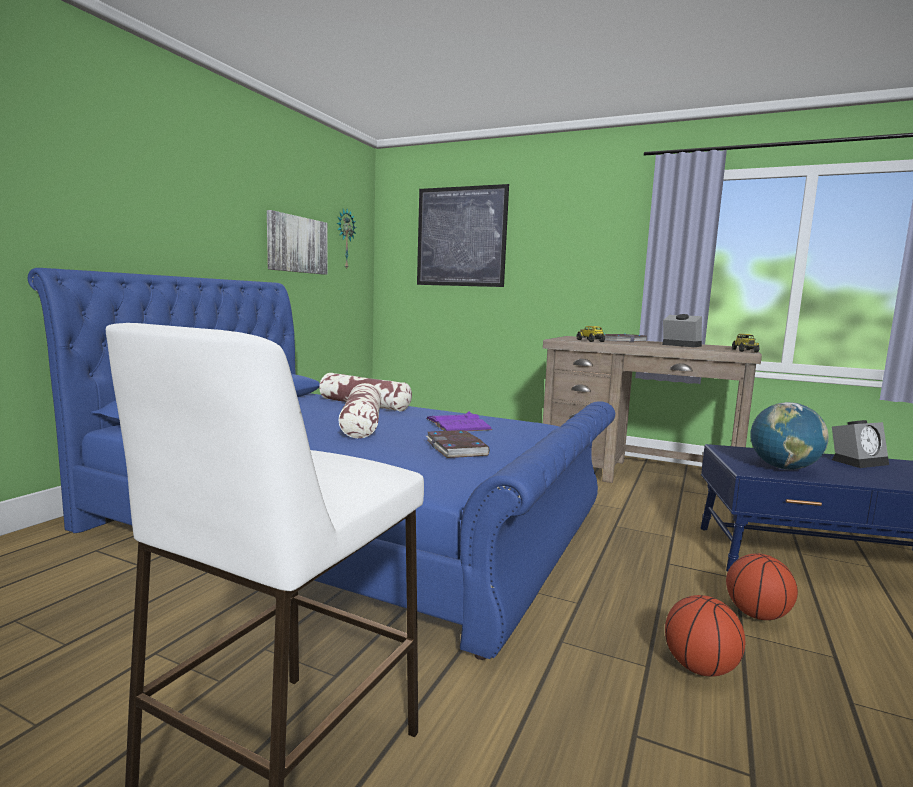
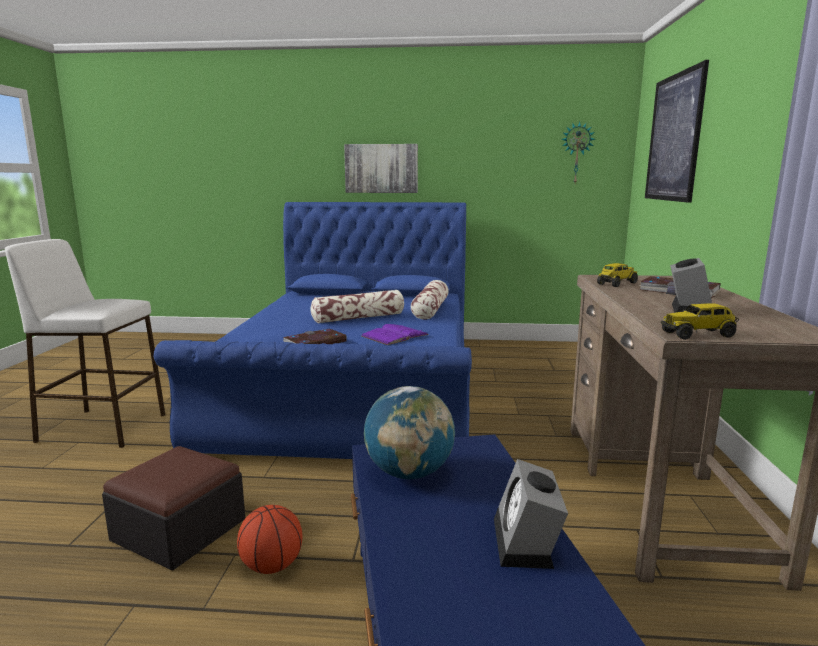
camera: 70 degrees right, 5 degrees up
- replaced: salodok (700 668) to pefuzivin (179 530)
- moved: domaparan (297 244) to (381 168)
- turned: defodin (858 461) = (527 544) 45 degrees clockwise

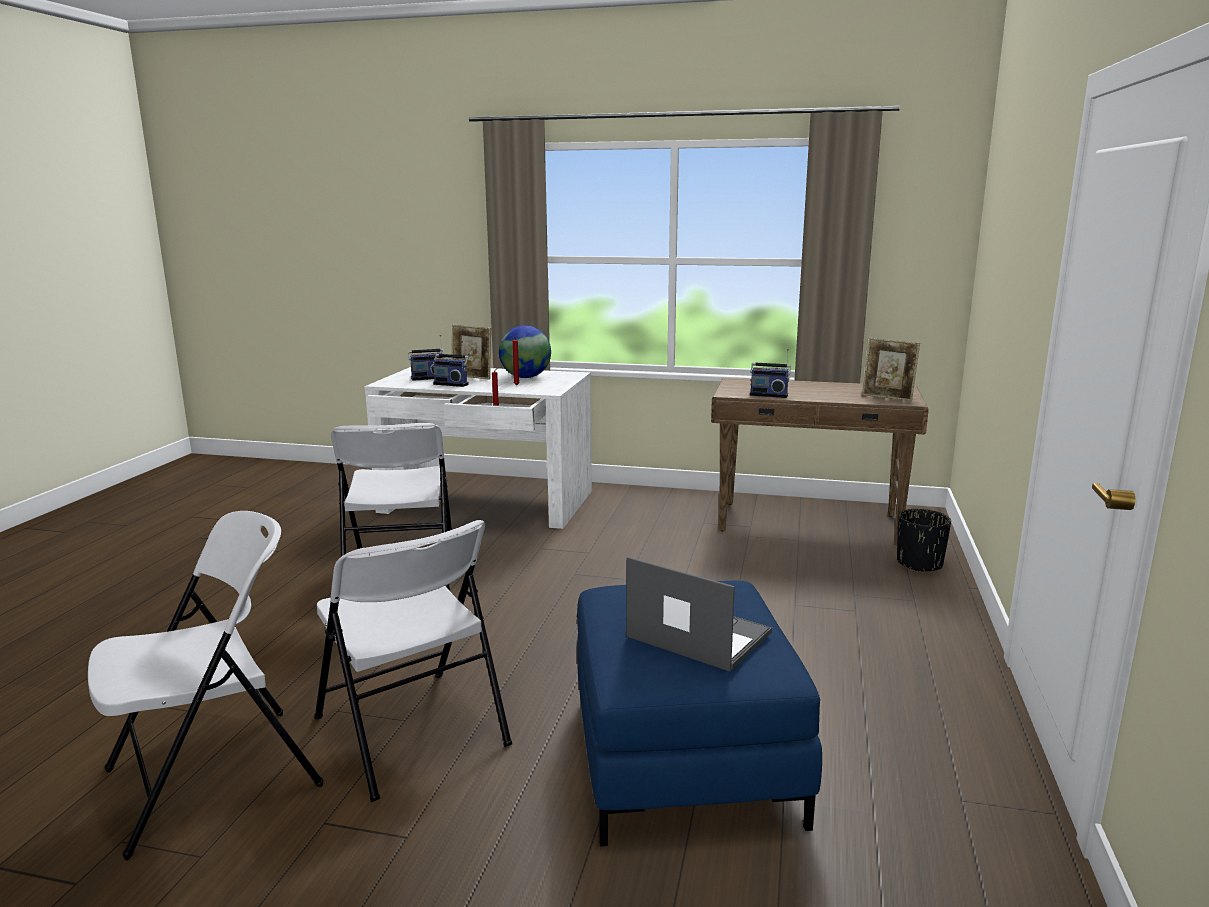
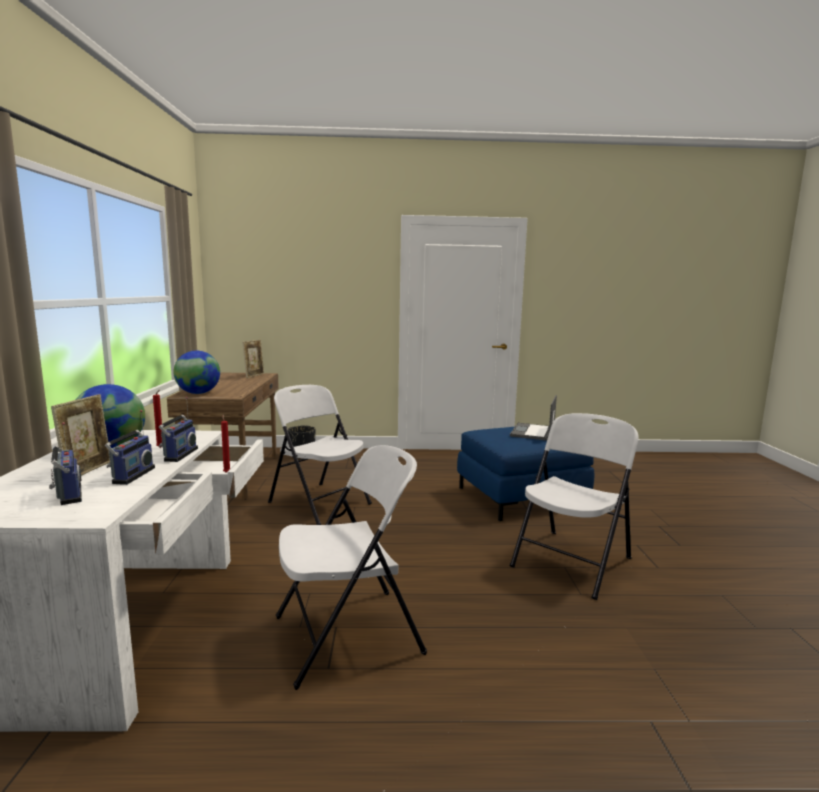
camera: 105 degrees left, 5 degrees down
- moved: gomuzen (769 395) to (179 454)
- added: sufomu (198 393)
- moved: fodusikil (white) (213 777) to (320 503)

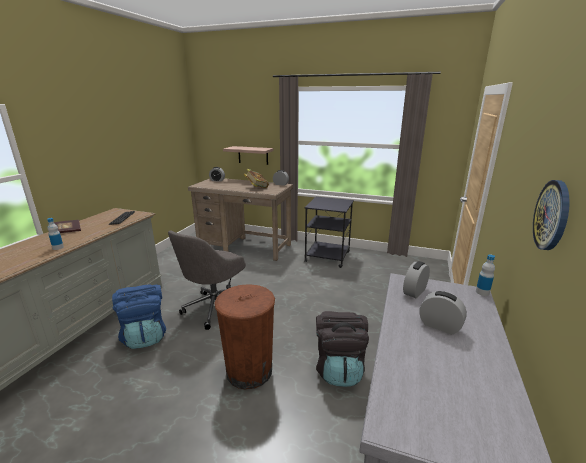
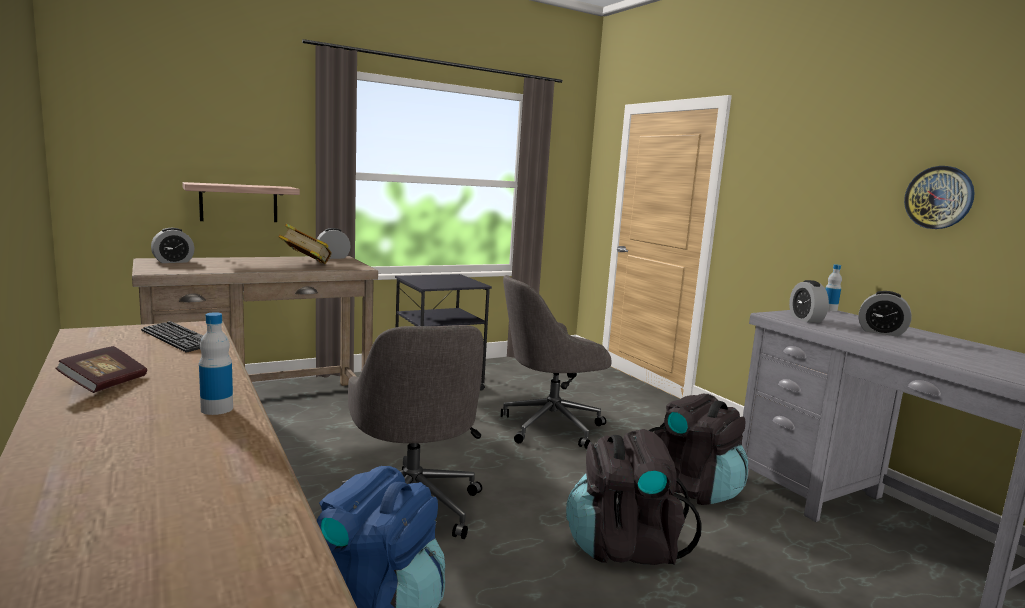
camera: 50 degrees left, 10 degrees down
- added: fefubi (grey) (550 427)
- replaced: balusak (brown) (249 371) to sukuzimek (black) (624 546)
- turned: defodin (439 326) = (881 332) 135 degrees counterclockwise

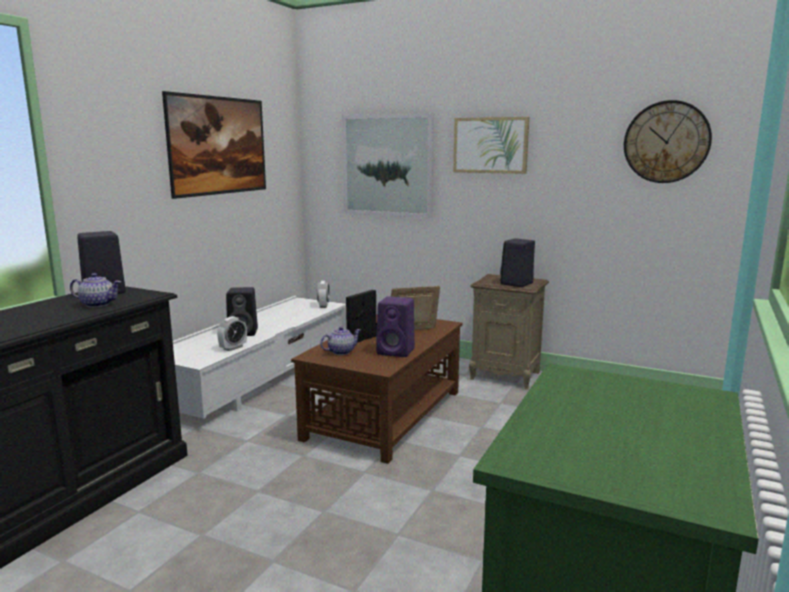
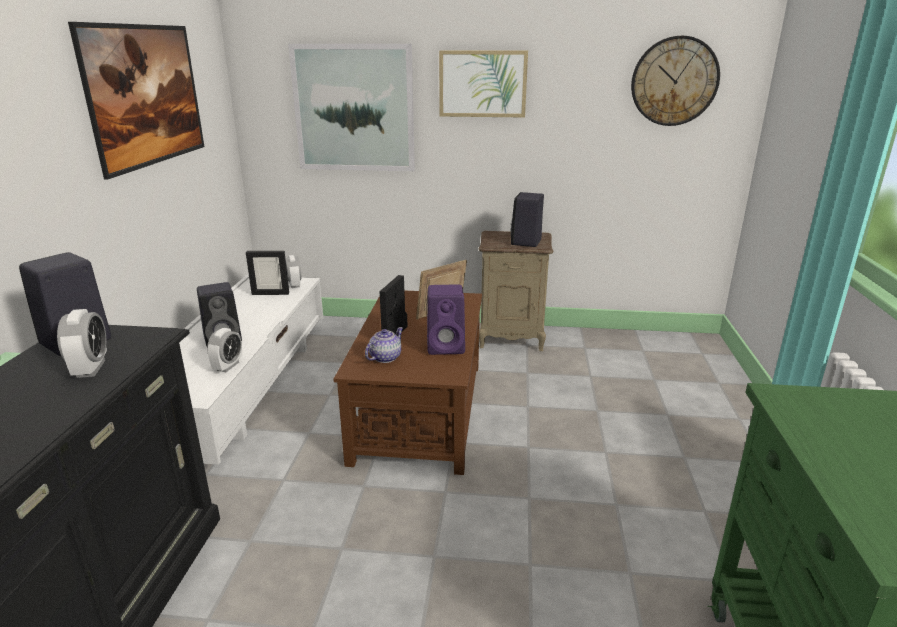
camera: 20 degrees left, 10 degrees up
- replaced: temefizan (97 304) to defodin (91 369)
- added: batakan (270 293)

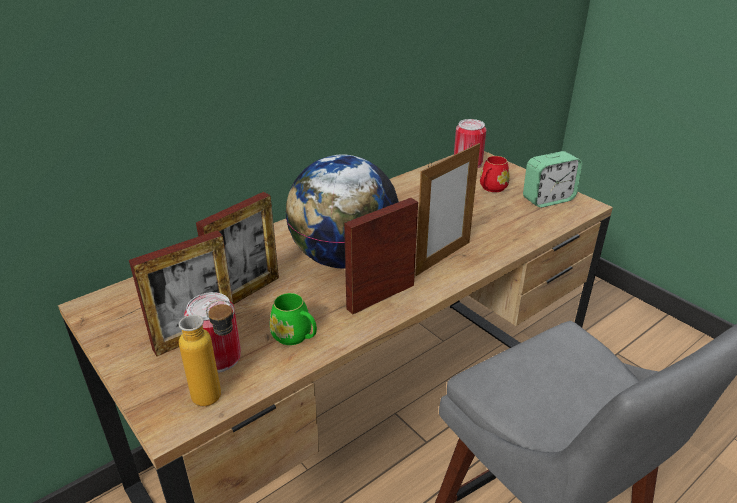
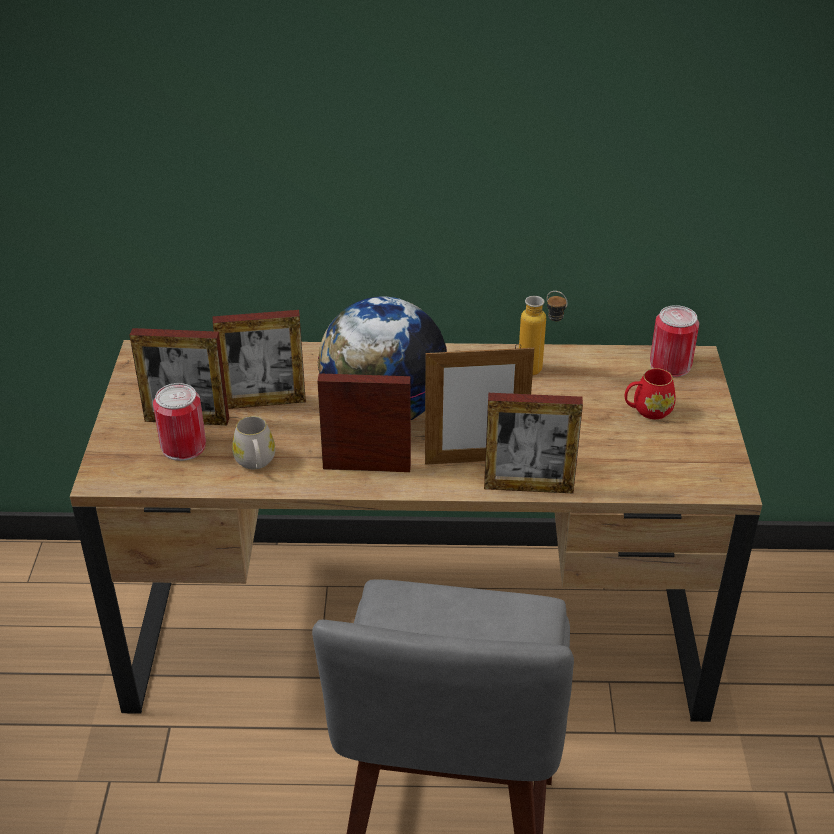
camera: 40 degrees right, 5 degrees up
- recoloured: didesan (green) (295 337) to didesan (white) (256 462)
- added: batakan (528 487)
- moved: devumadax (219 395) to (539 372)
- removed: defodin (548 199)

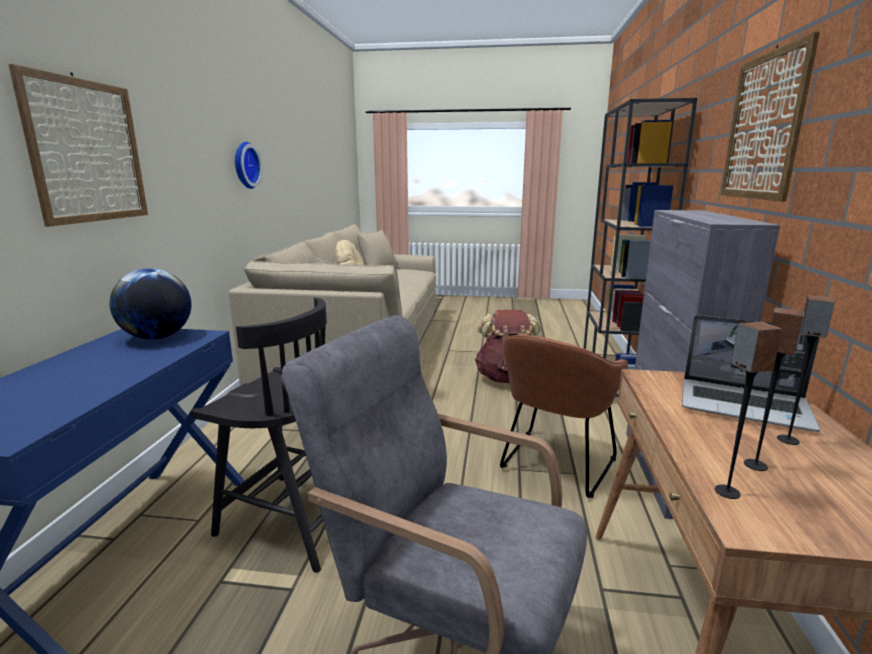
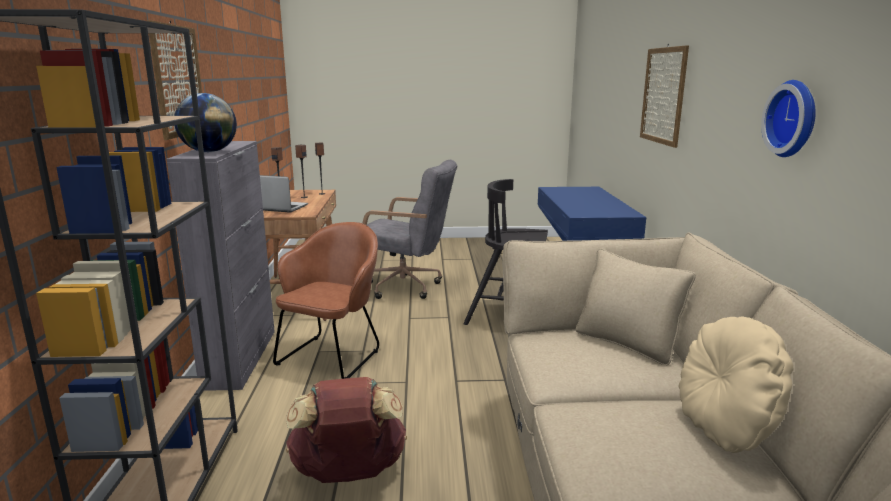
camera: 170 degrees right, 0 degrees up
- moved: sufomu (157 337) to (209 152)

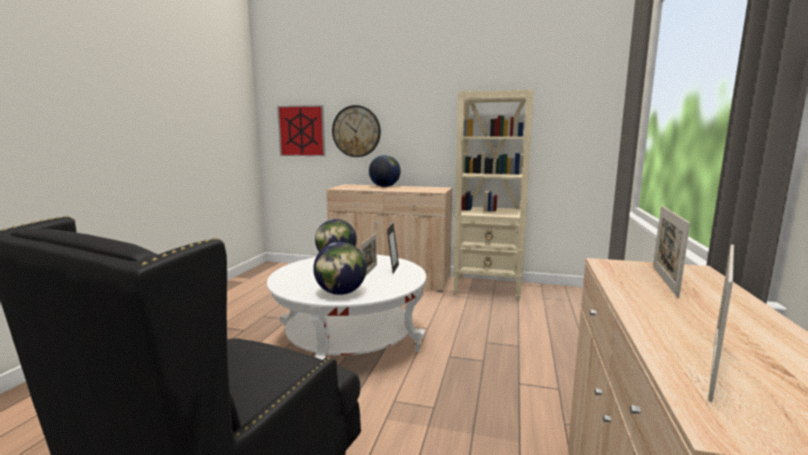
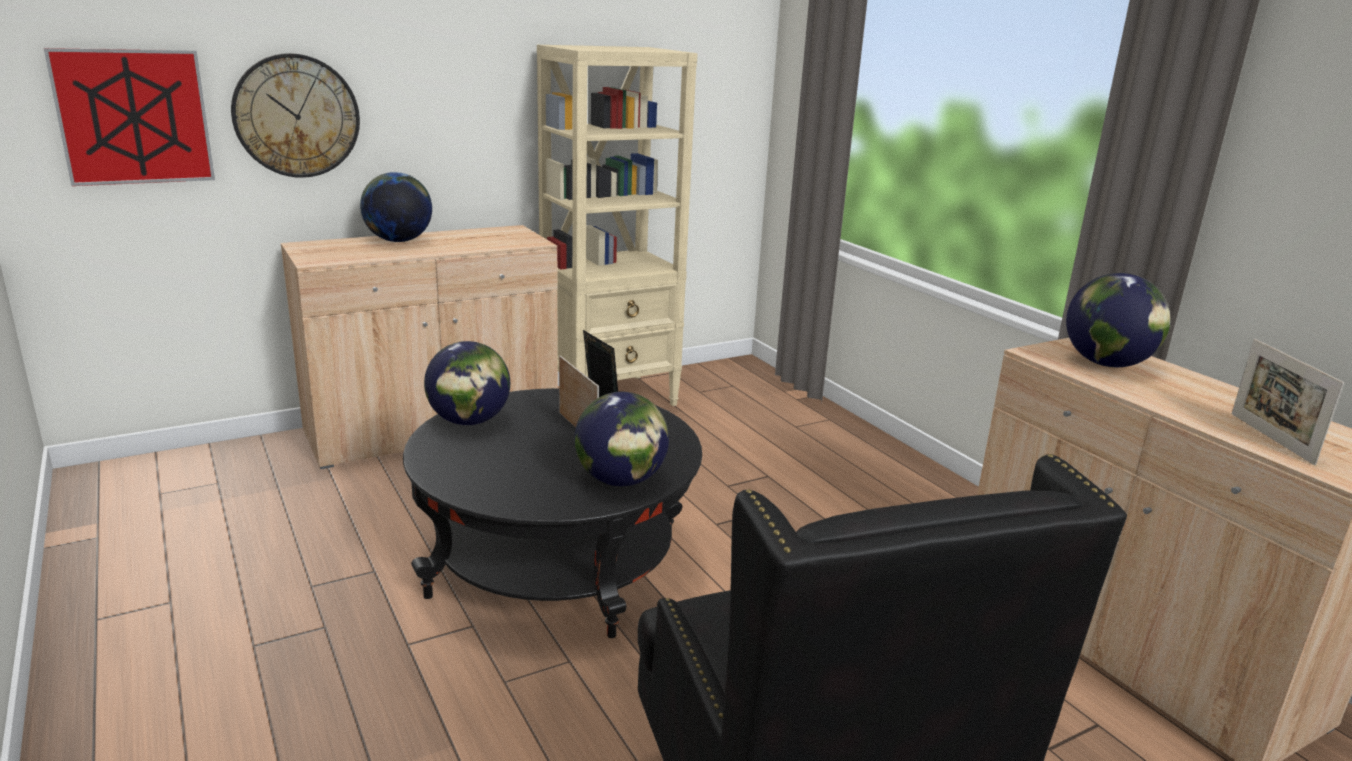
camera: 45 degrees left, 10 degrees up
- recoloured: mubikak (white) (350 342) to mubikak (black) (555 563)
- replaced: batakan (664 281) to sufomu (1107 364)

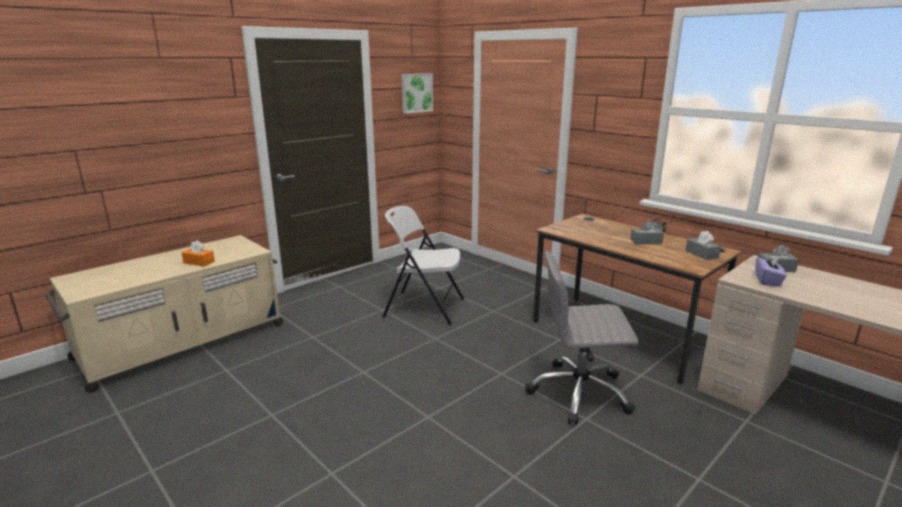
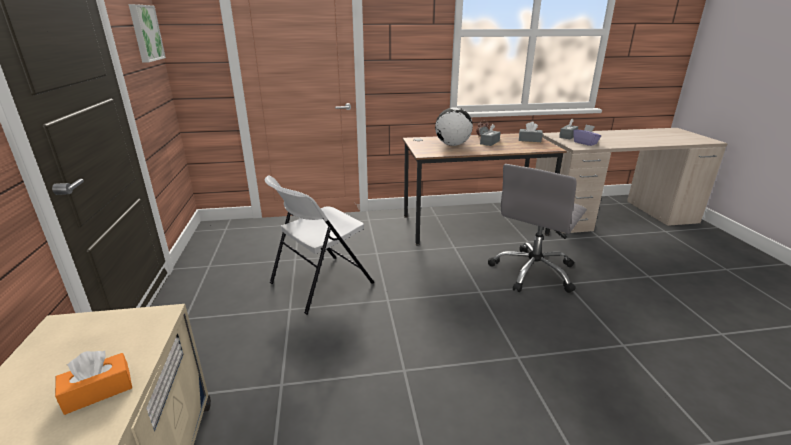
camera: 55 degrees left, 5 degrees up
- added: sufomu (452 145)

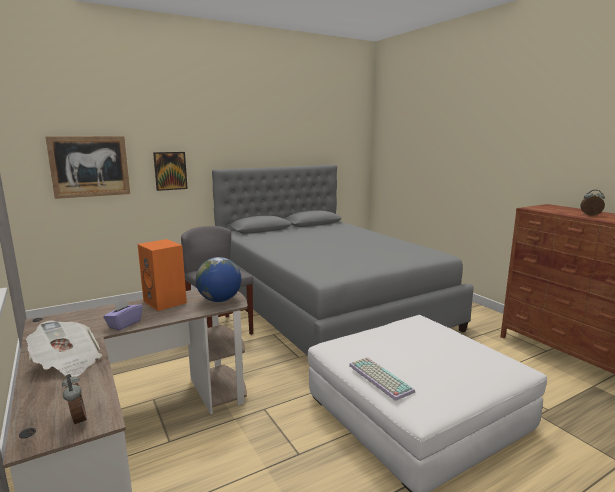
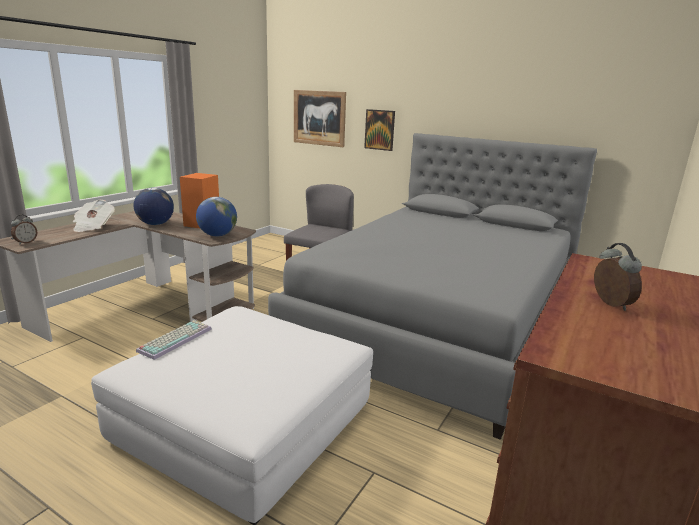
camera: 60 degrees right, 5 degrees up
- replaced: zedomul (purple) (124 324) to sufomu (155 224)

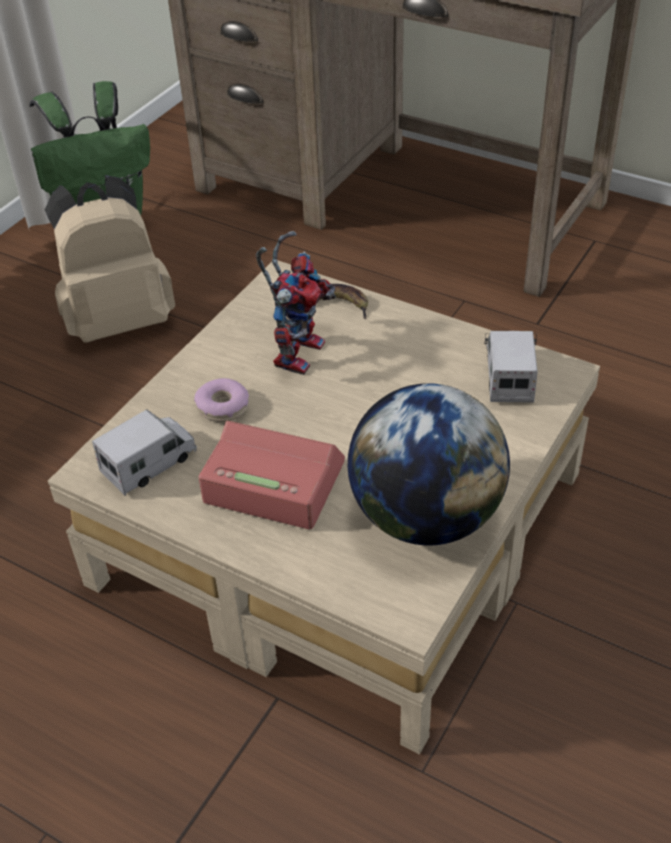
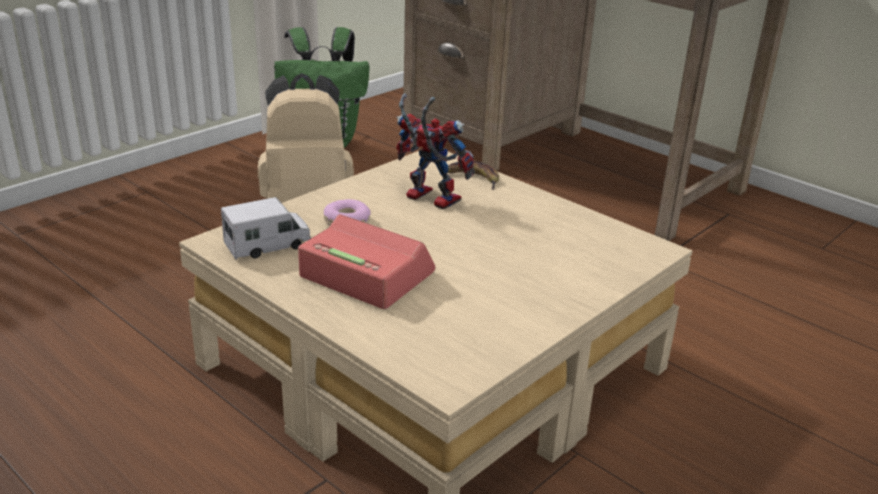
camera: 10 degrees right, 15 degrees down
- turned: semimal (297 349) = (426 198) 90 degrees counterclockwise
- removed: sufomu (425 516)
- removed: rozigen (509 376)

